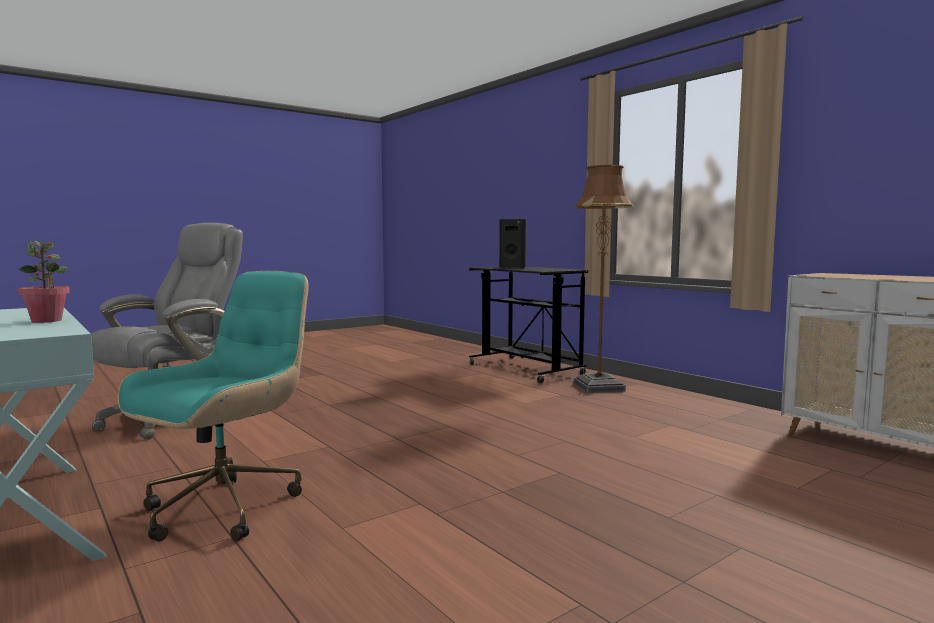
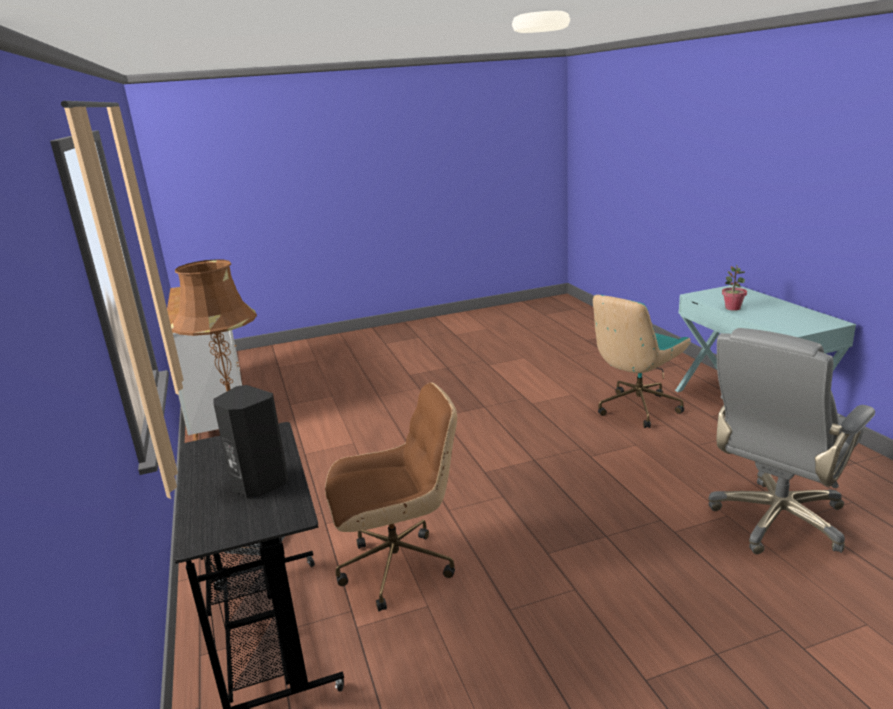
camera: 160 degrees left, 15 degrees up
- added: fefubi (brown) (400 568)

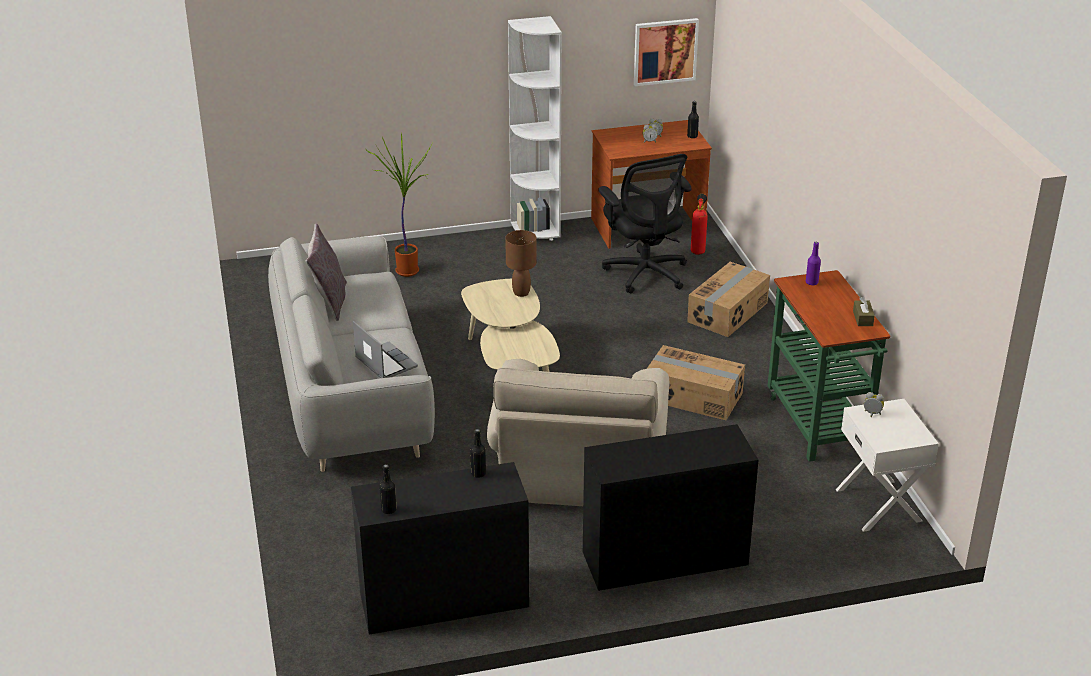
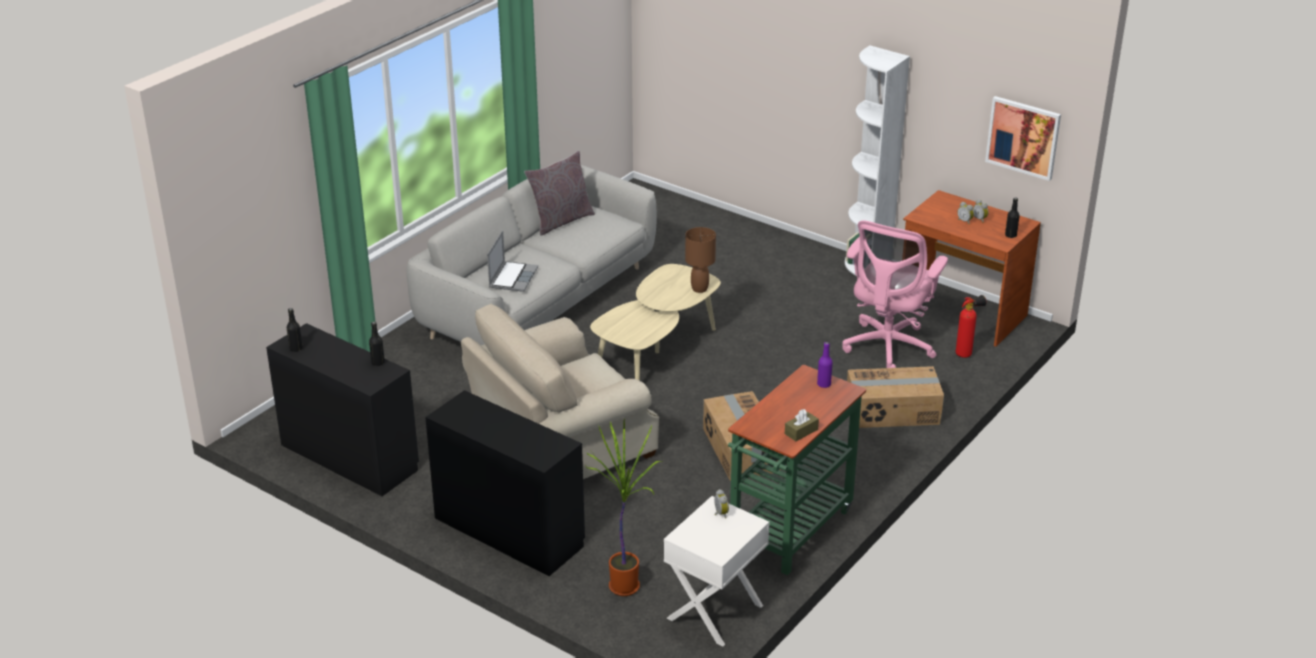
camera: 50 degrees right, 0 degrees up
- moved: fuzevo (406 271) to (624 585)
- recoloured: fefubi (black) (642 271) to fefubi (pink) (889 342)

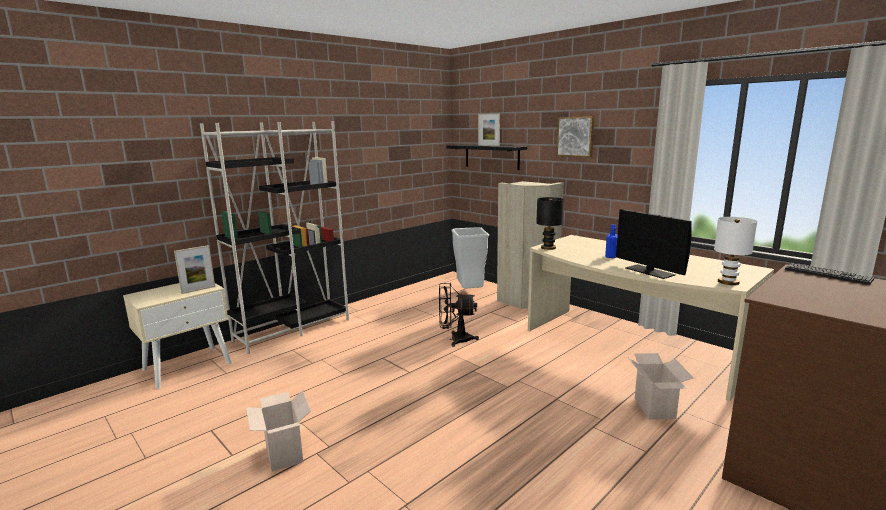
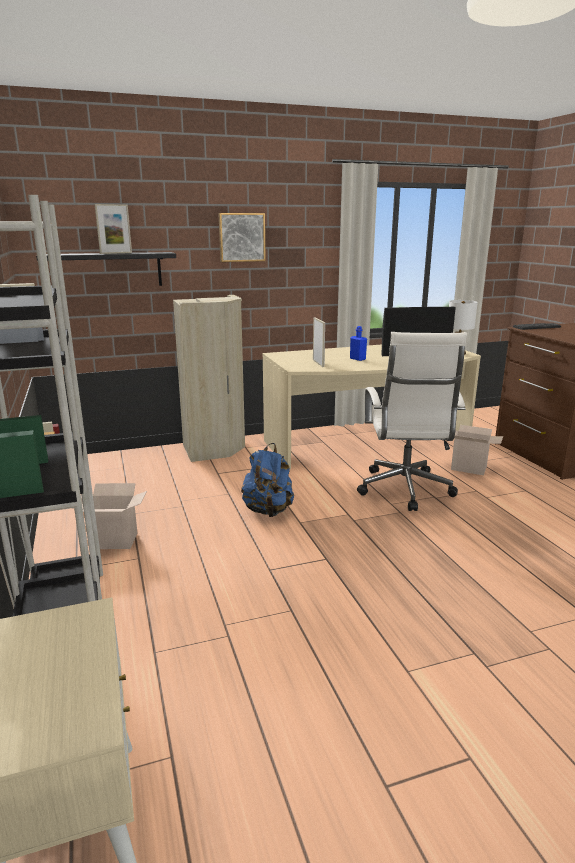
camera: 65 degrees left, 5 degrees up
- moved: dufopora (282 454) to (112 542)
- replaced: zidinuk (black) (455 339) to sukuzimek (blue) (268 511)
- moved: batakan (198 290) to (318 363)
- added: fefubi (white) (405 491)
- removed: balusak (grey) (469 292)
- removed: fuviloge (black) (548 248)

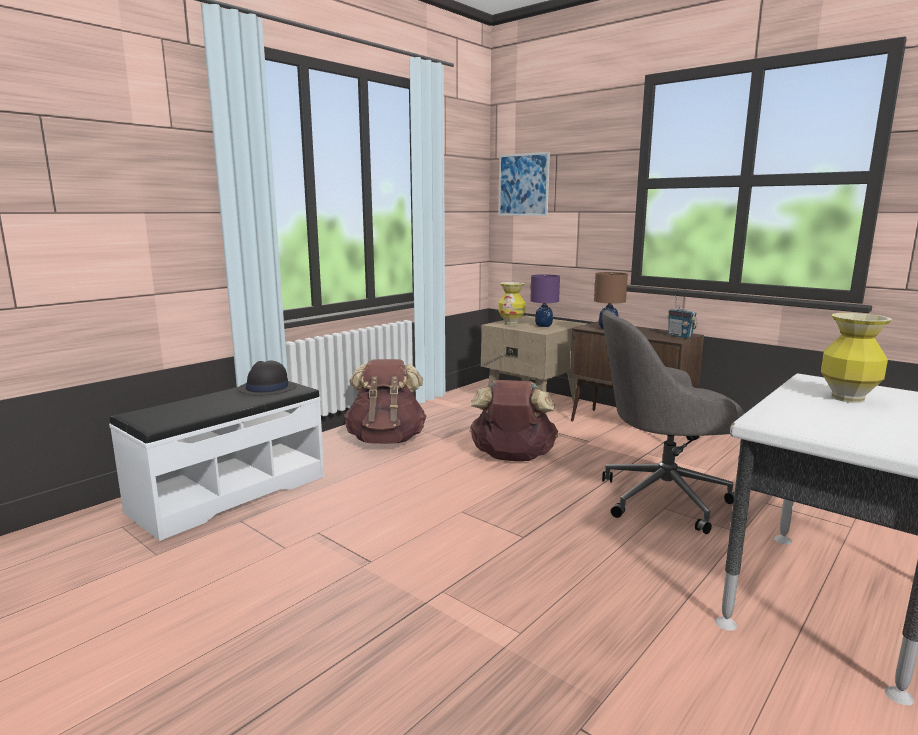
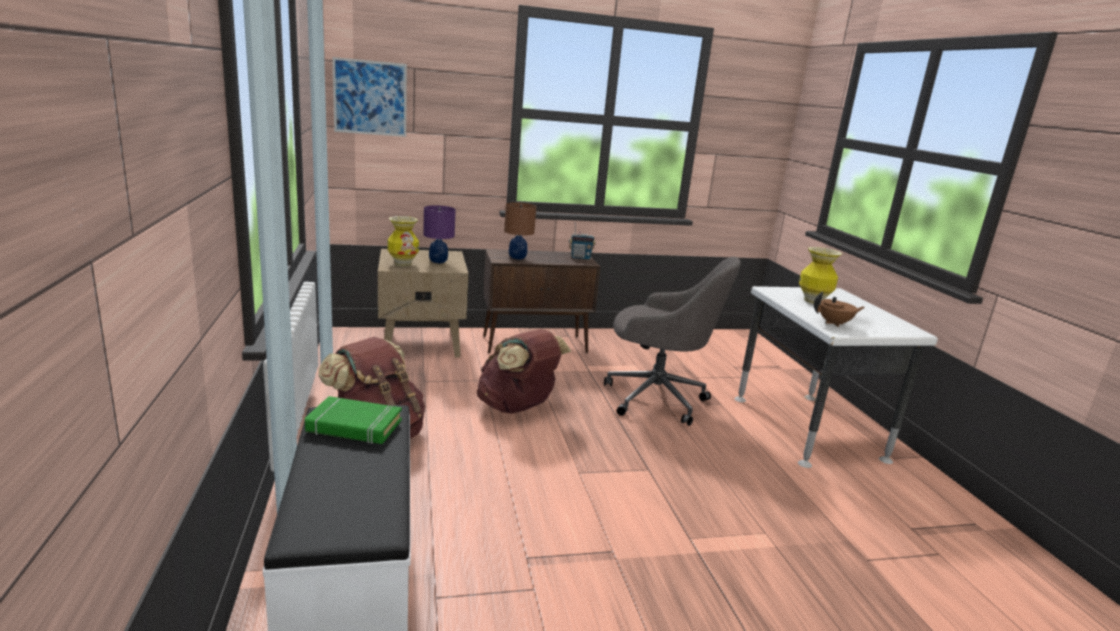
camera: 55 degrees left, 5 degrees up
- replaced: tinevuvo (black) (266 389) to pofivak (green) (354 426)
- turned: fefubi (grey) (663 500) = (656 399) 105 degrees counterclockwise
- added: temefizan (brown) (834 323)

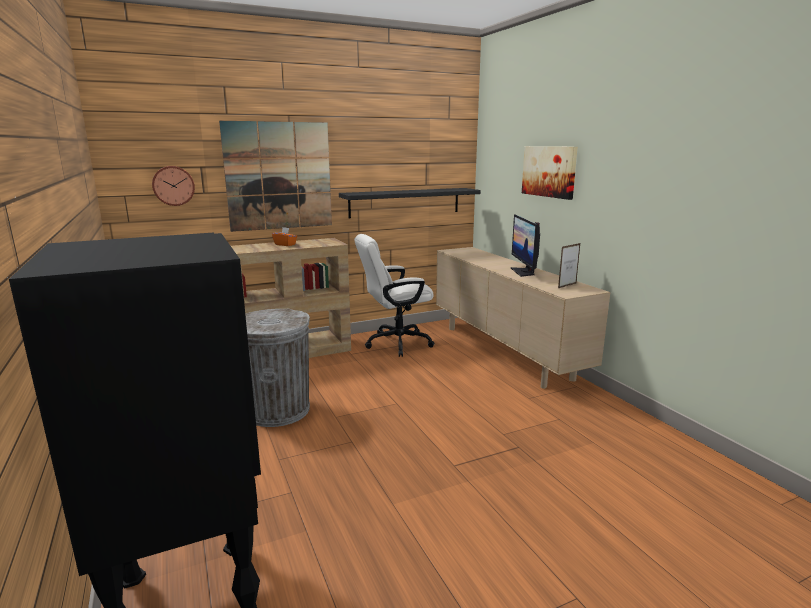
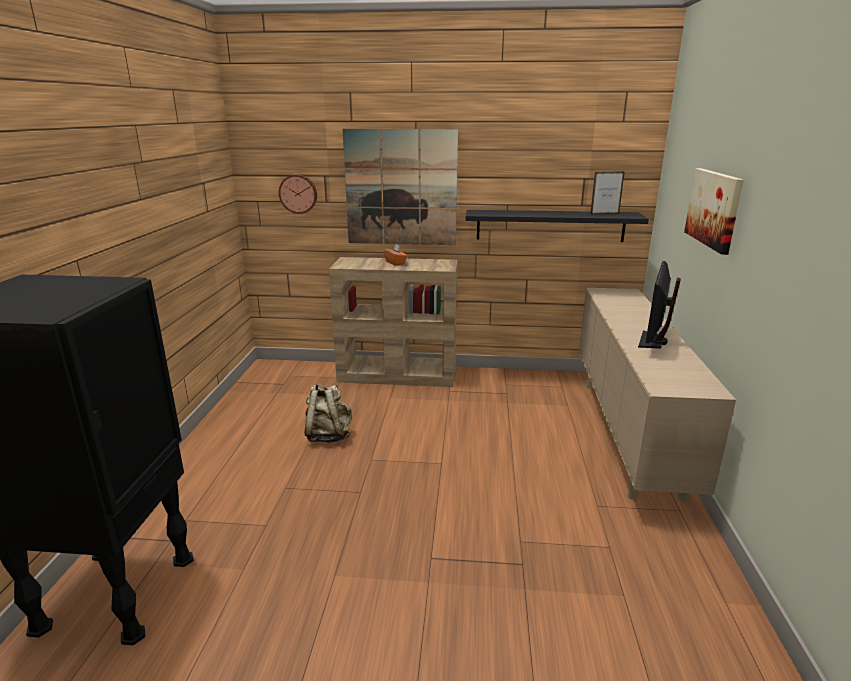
camera: 30 degrees right, 5 degrees up
- replaced: balusak (grey) (277 410) to sukuzimek (beige) (328 436)
- moved: batakan (567 285) to (604 214)
- removed: fefubi (white) (395 344)

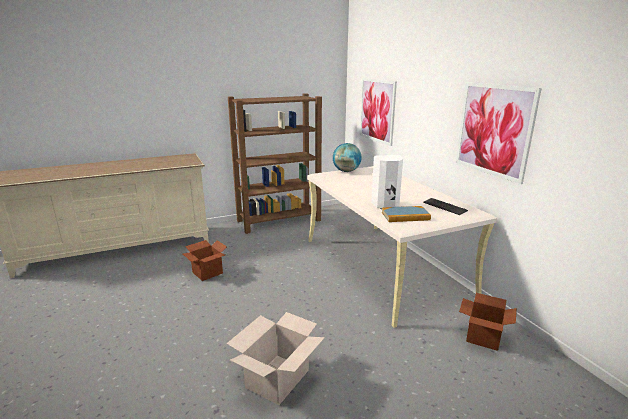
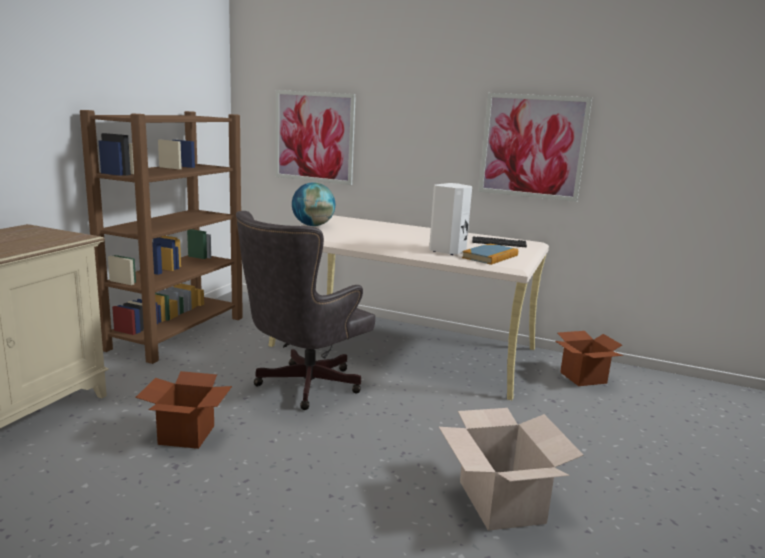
camera: 45 degrees left, 5 degrees down
- added: fefubi (grey) (304 387)

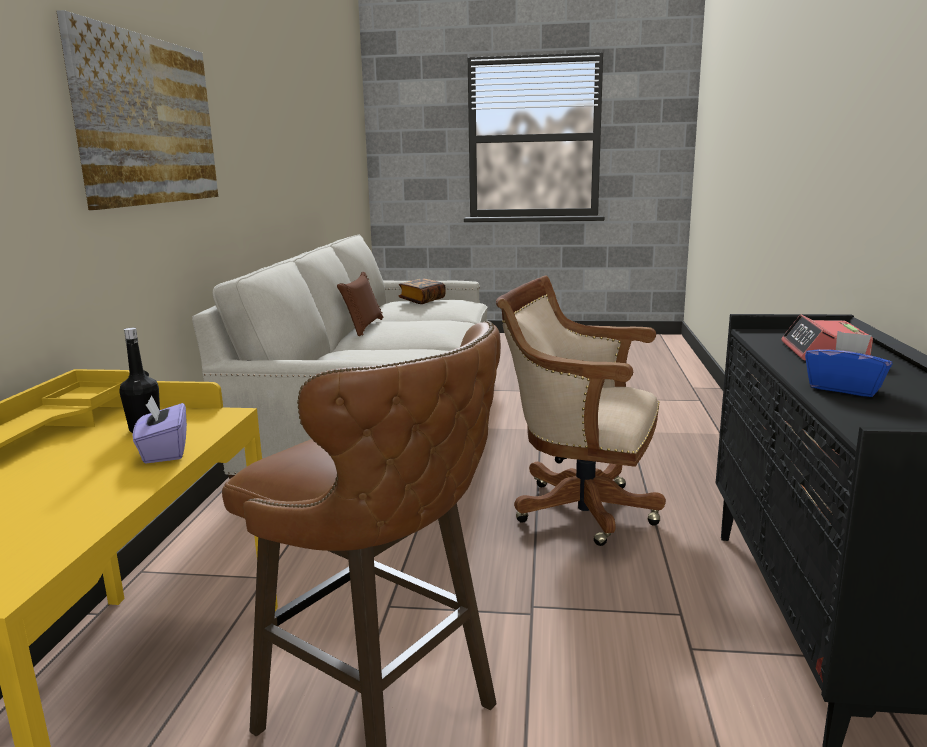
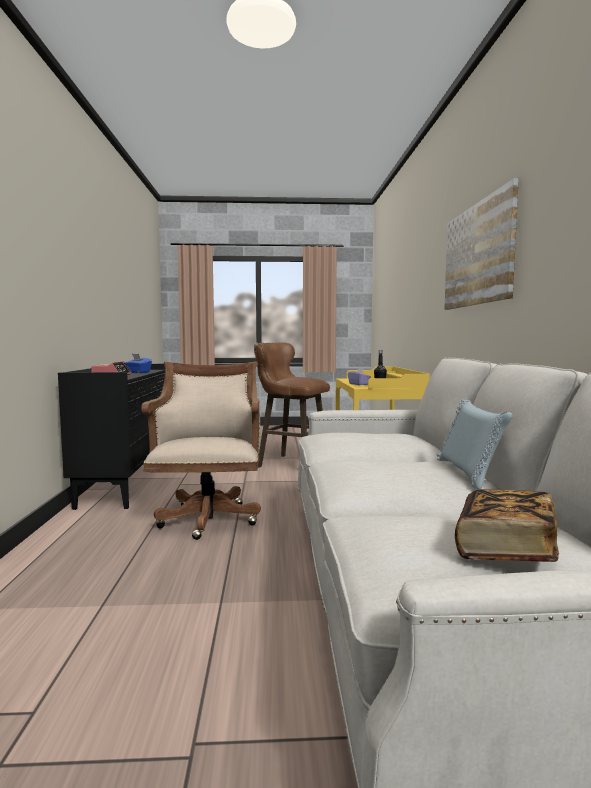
camera: 170 degrees right, 10 degrees down
- turned: fefubi (578 510) = (208 518) 105 degrees counterclockwise
- recoloured: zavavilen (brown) (363 327) to zavavilen (blue) (469 474)

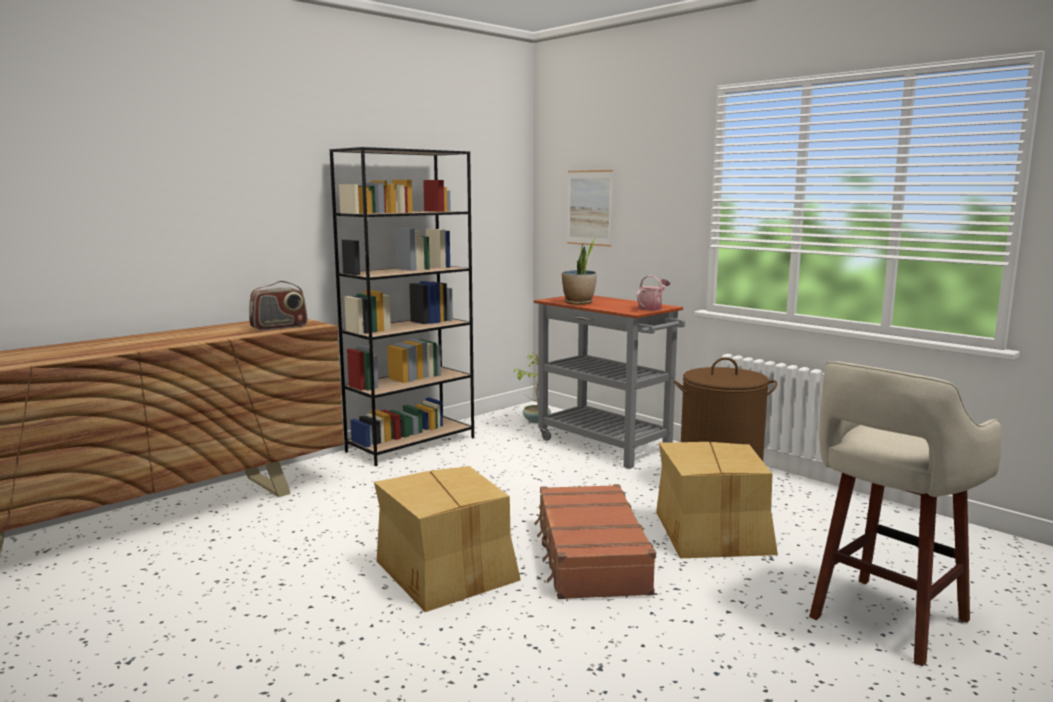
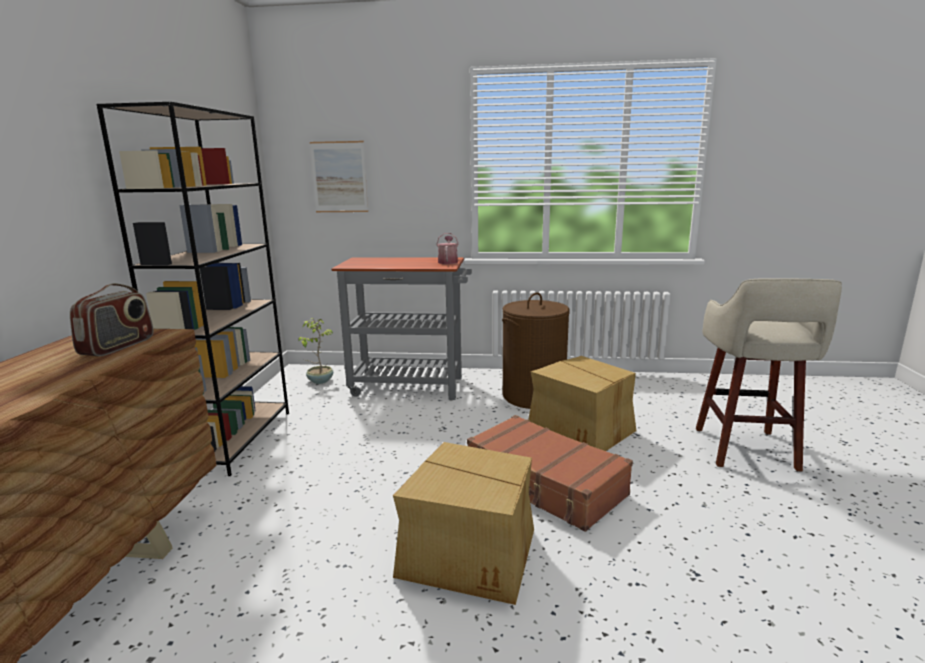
camera: 40 degrees left, 5 degrees up
- removed: fuzevo (579 303)

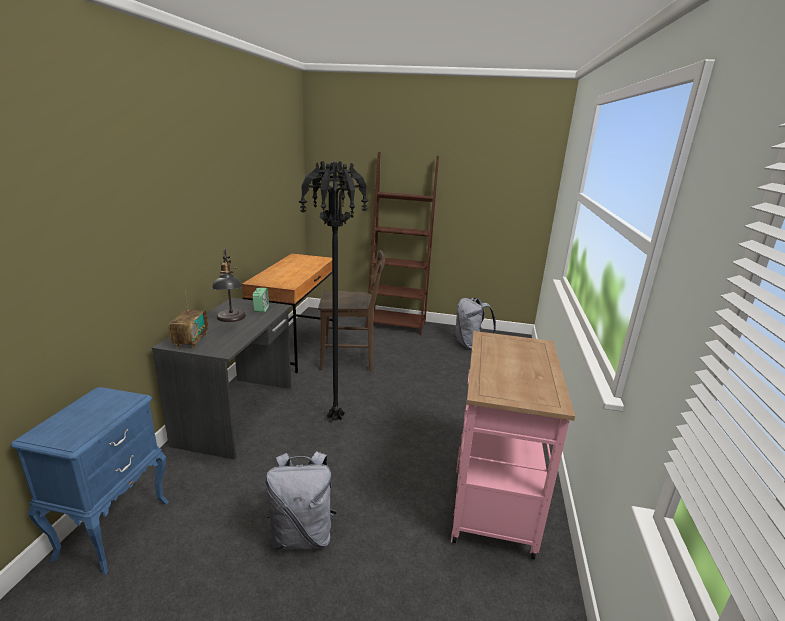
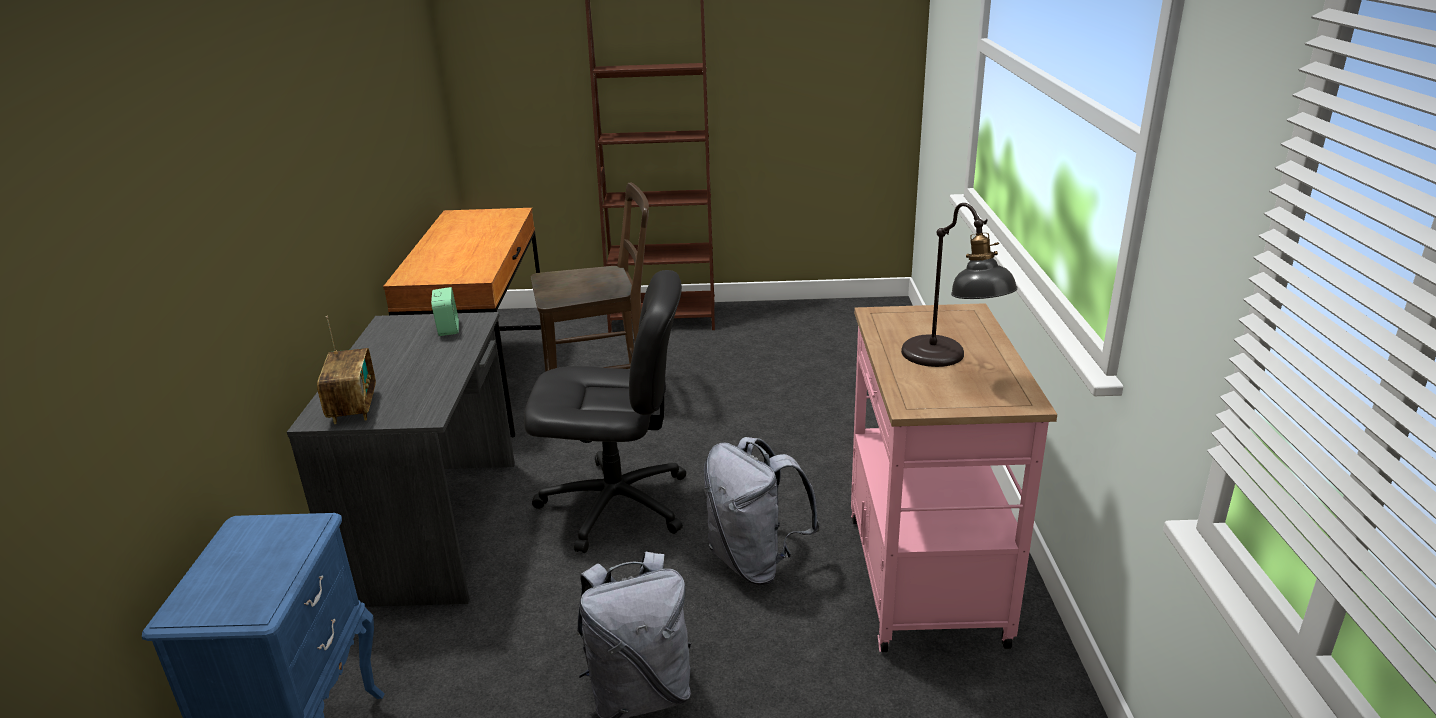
camera: 10 degrees left, 5 degrees up
- replaced: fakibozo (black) (333 419) to fefubi (black) (616 504)
- moved: sukuzimek (grey) (470 345) to (756 562)
- moved: fuviloge (grey) (231 321) to (952 363)

